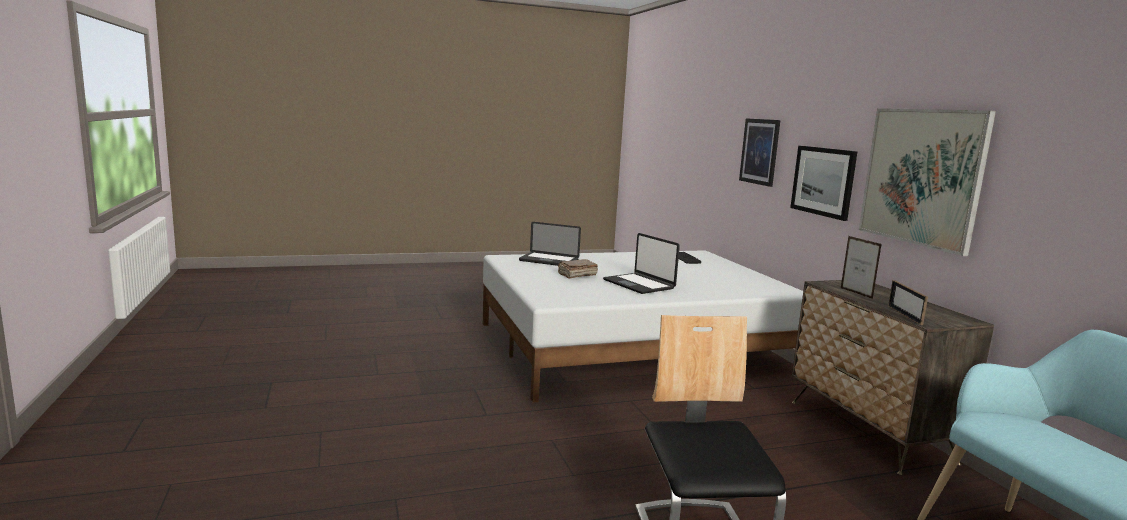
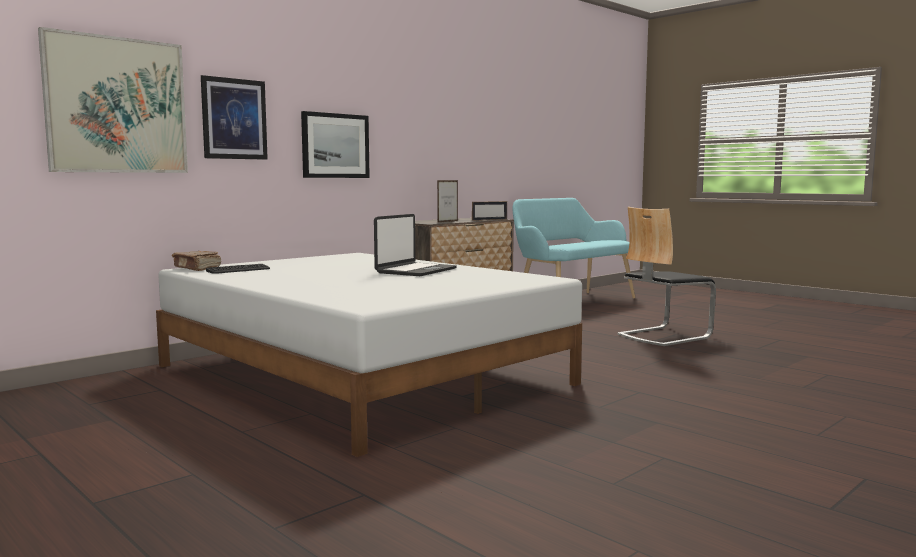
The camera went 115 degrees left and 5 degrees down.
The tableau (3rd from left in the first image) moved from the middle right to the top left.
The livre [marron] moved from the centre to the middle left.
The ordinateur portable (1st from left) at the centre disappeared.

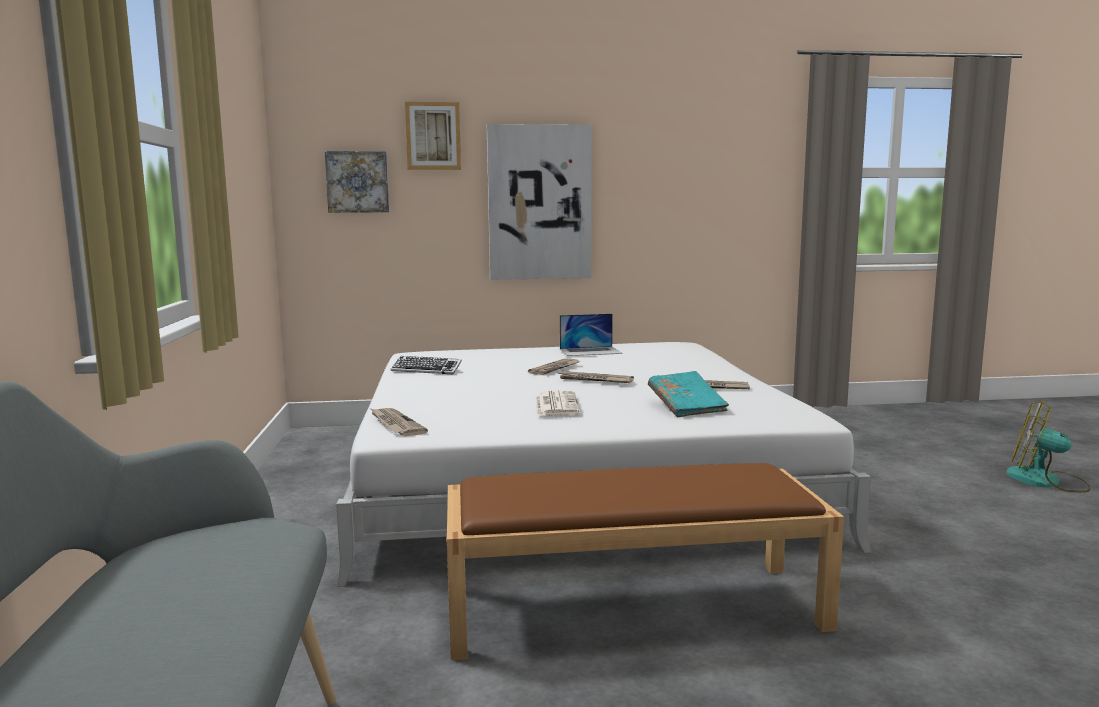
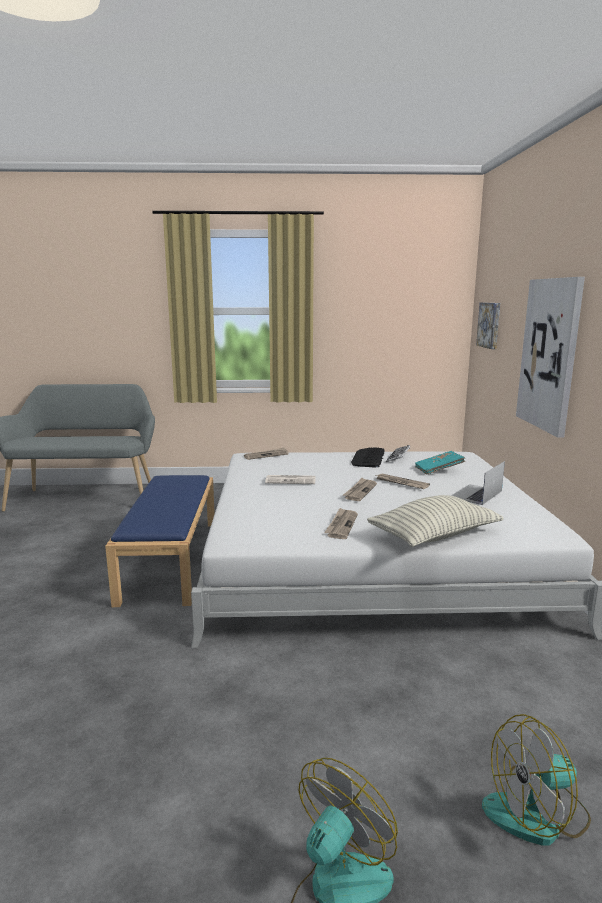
The camera went 95 degrees right and 5 degrees up.
The banc [marron] at the bottom centre became the banc [bleu] at the middle left.
The clavier (1st from left) at the centre appeared.
The coussin at the middle right appeared.
The livre [turquoise] moved from the centre to the middle right.
The ordinateur portable at the centre turned 45 degrees clockwise.
The ventilateur (2nd from left) at the bottom right appeared.
The tableau (2nd from left) at the top centre disappeared.

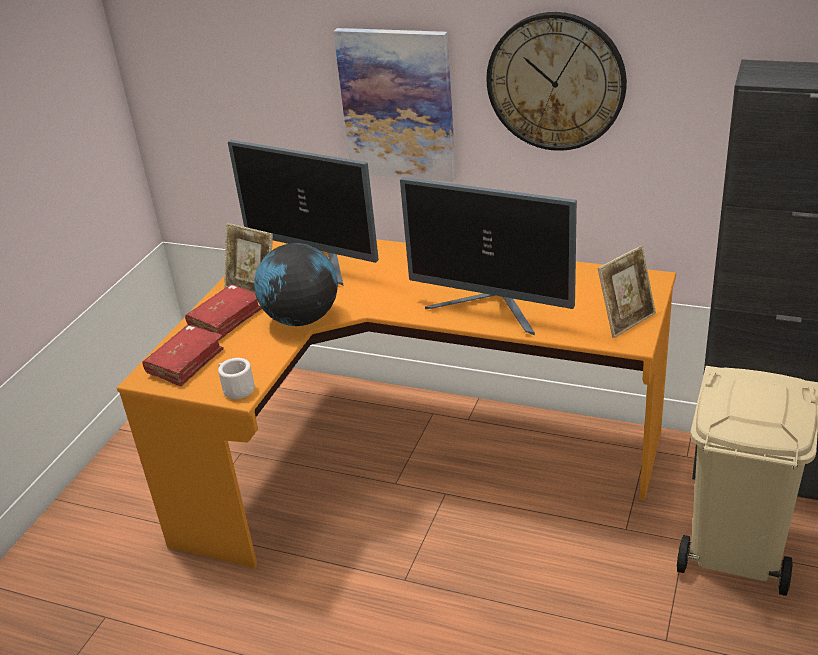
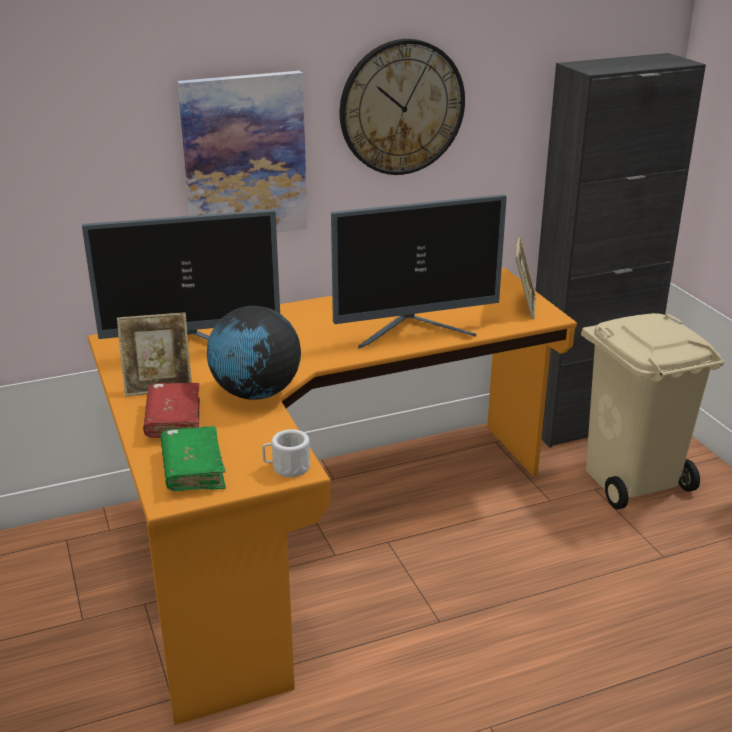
The camera went 45 degrees left and 5 degrees down.
The livre [rouge] (1st from left) at the middle left became the livre [vert] at the middle left.

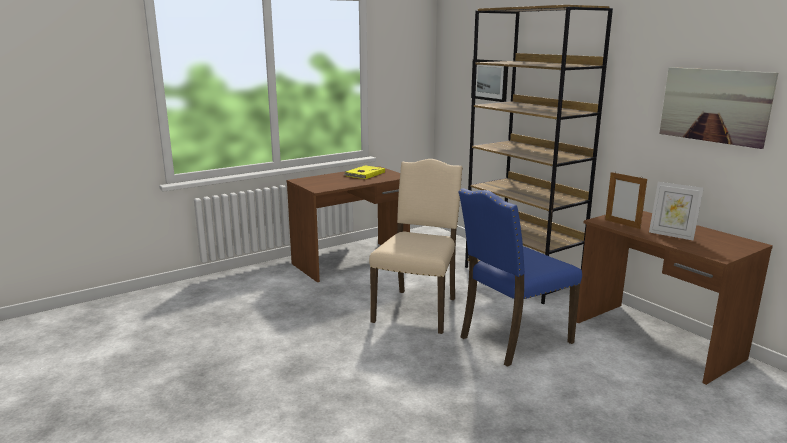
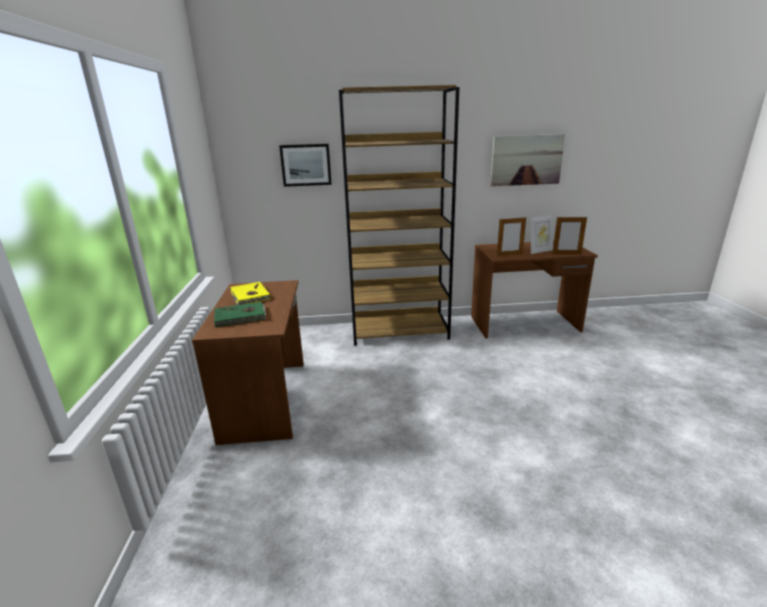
The camera went 60 degrees left and 5 degrees up.
The livre [vert] at the middle left appeared.
The cadre photo (3rd from left) at the middle right appeared.
The chaise [beige] at the centre disappeared.
The chaise [bleu] at the centre disappeared.

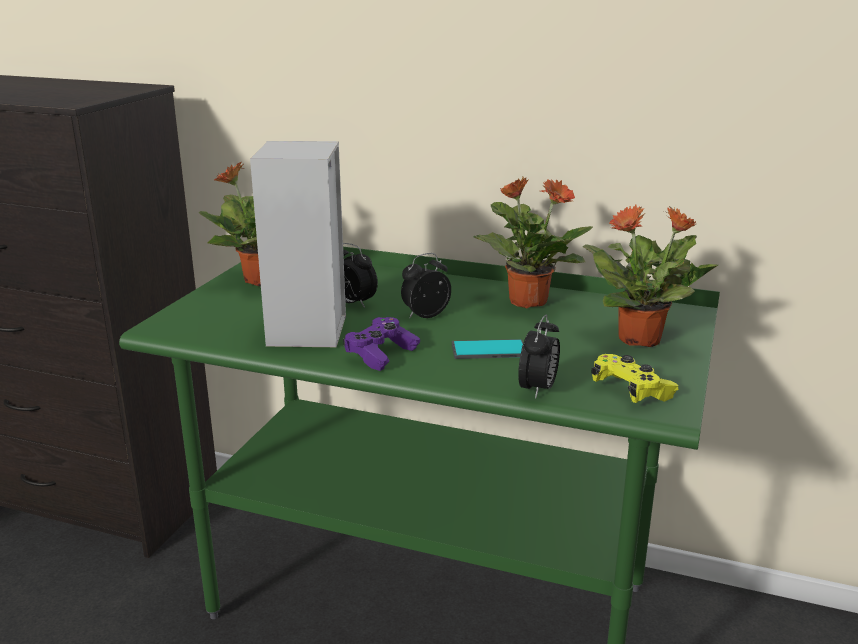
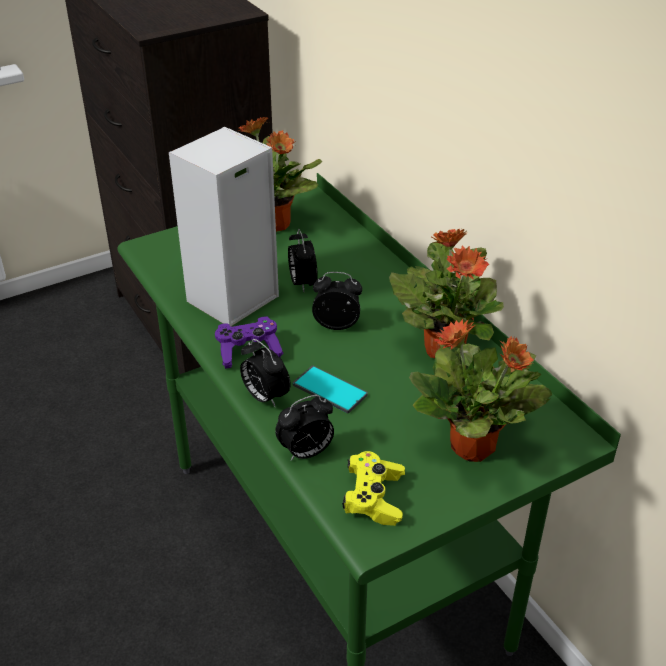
The camera went 40 degrees right and 15 degrees up.
The réveil (1st from left) at the centre appeared.

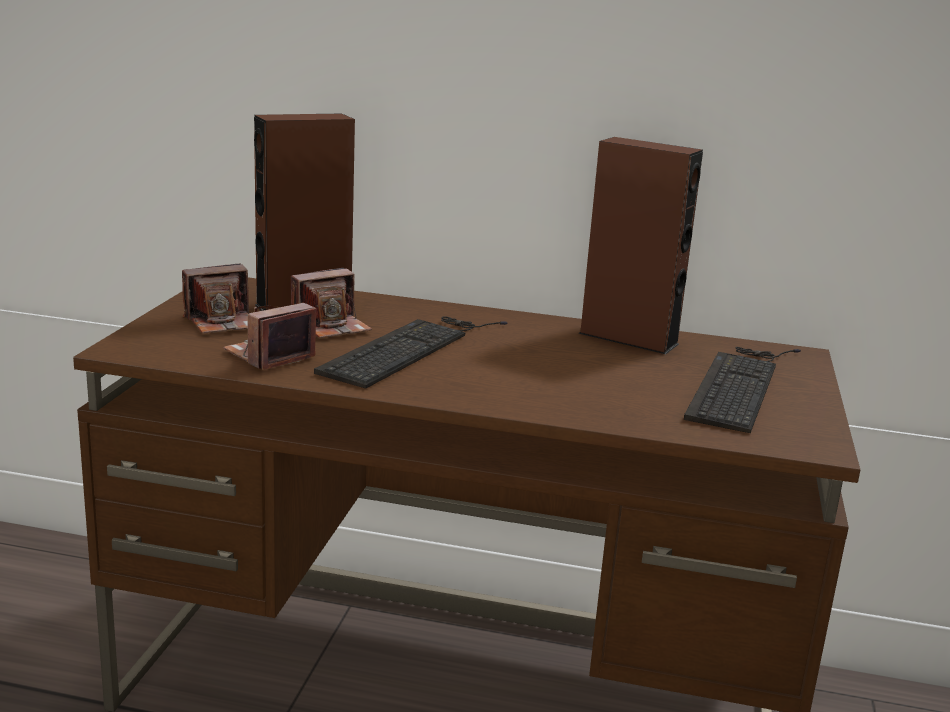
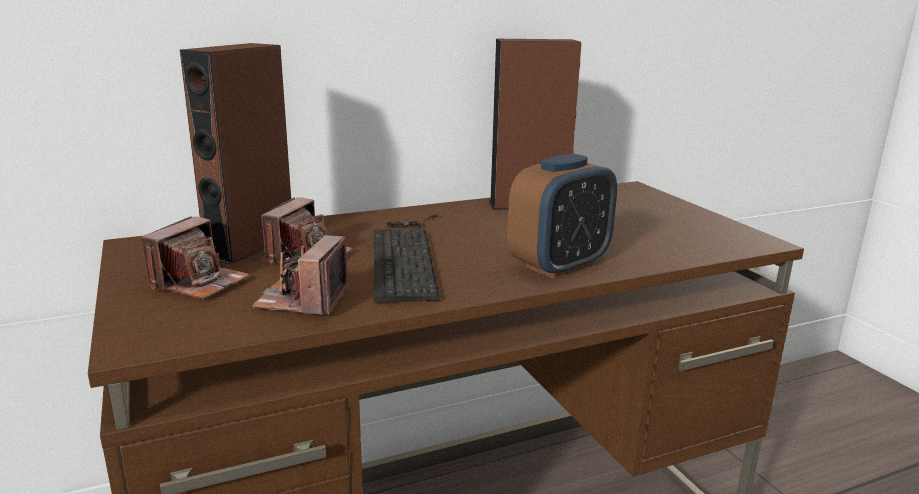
The camera went 35 degrees left and 0 degrees up.
The réveil at the centre appeared.
The clavier (2nd from left) at the middle right disappeared.

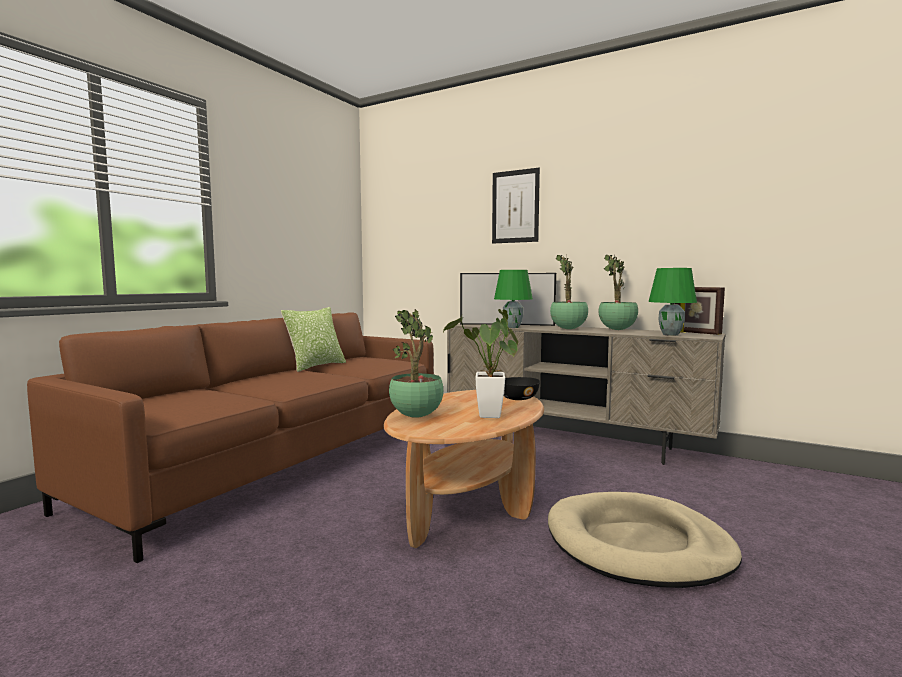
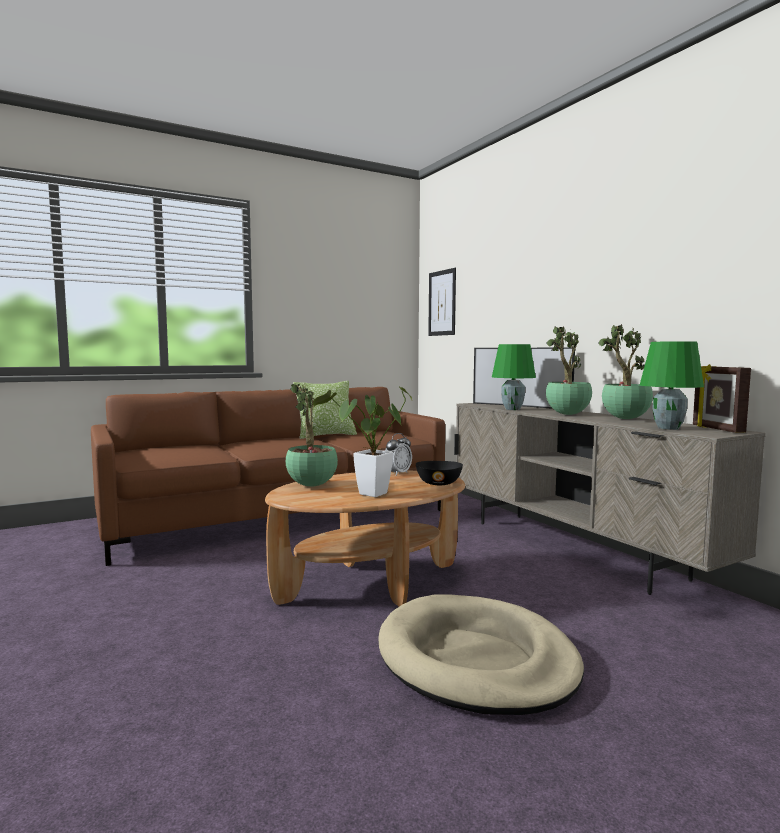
The camera went 30 degrees right and 0 degrees up.
The réveil at the centre appeared.
The tableau moved from the top centre to the centre.

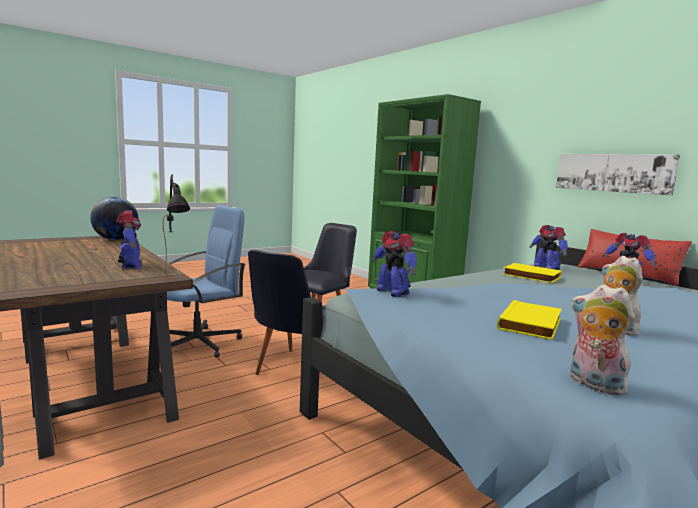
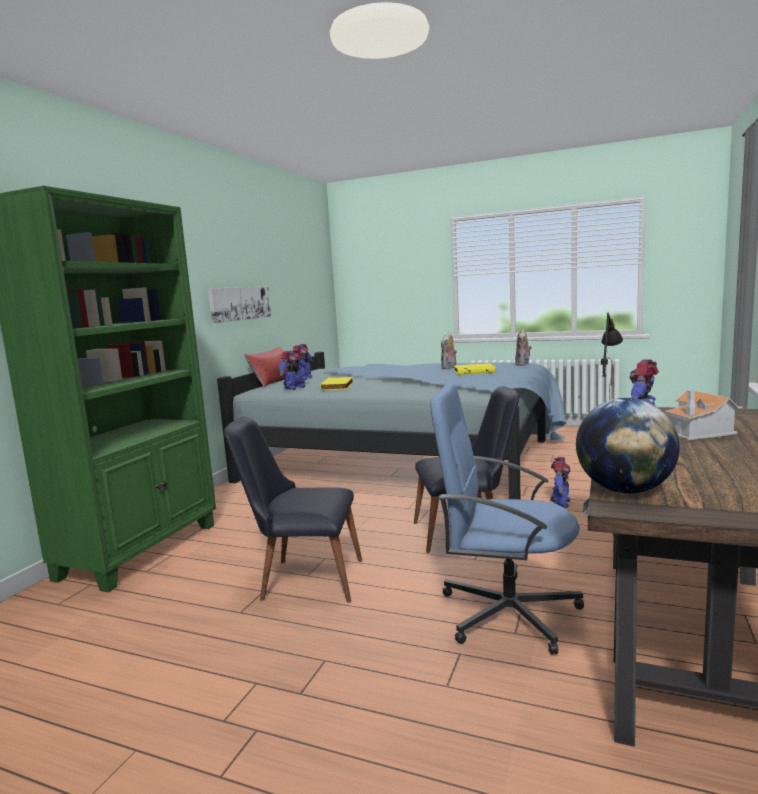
The camera went 120 degrees left and 0 degrees up.
The robot jouet (2nd from left in the first image) moved from the centre to the middle right.
The maison miniature at the middle right appeared.

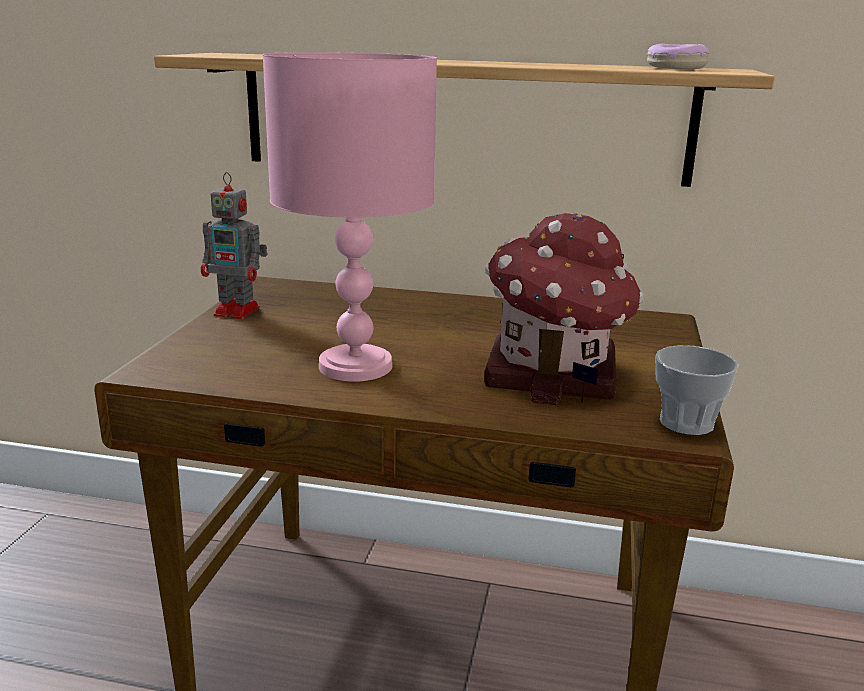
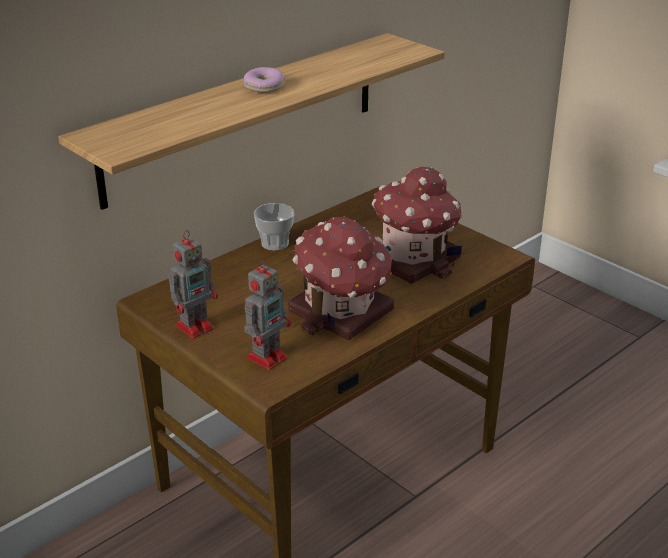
The camera went 55 degrees left and 10 degrees up.
The beignet moved from the top right to the top centre.
The robot jouet (2nd from left) at the centre appeared.
The tasse moved from the middle right to the centre.
The lampe de table [rose] at the top centre was replaced by the maison miniature (1st from left) at the centre.

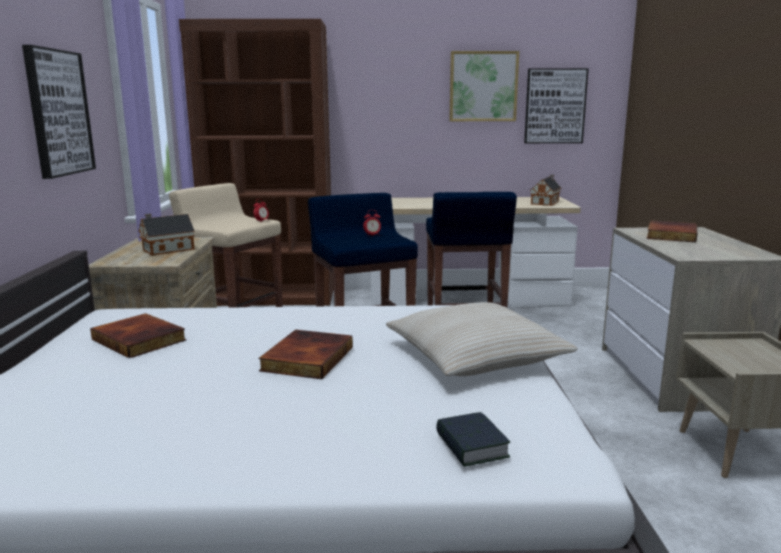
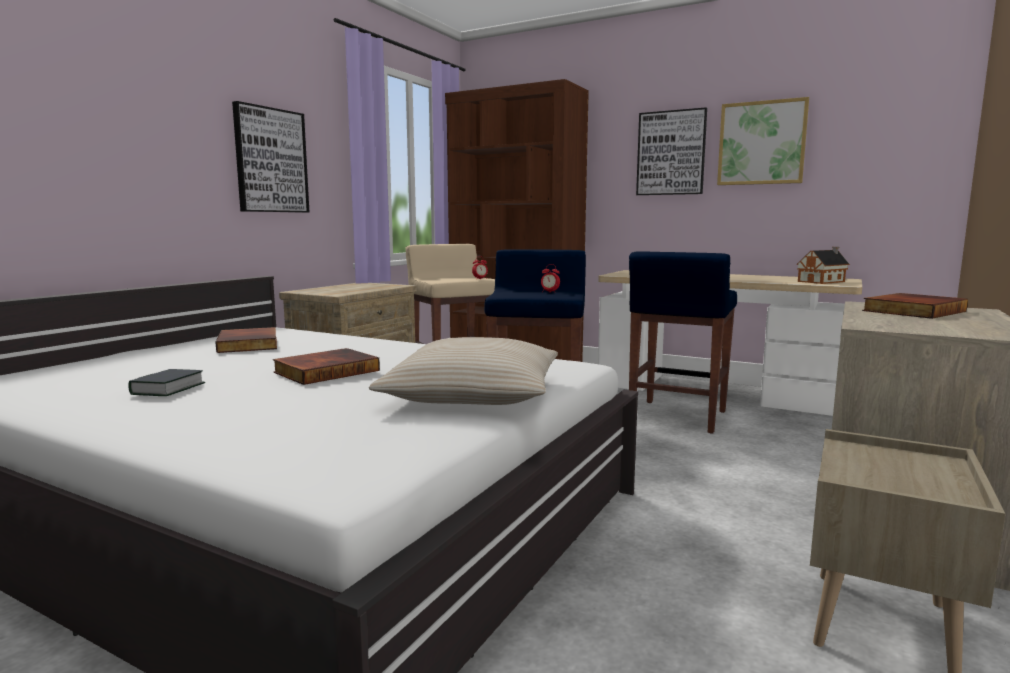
The camera went 30 degrees right and 5 degrees down.
The livre (3rd from left in the first image) moved from the bottom centre to the middle left.
The tableau (3rd from left in the first image) moved from the top right to the top centre.
The maison miniature (1st from left) at the middle left disappeared.

